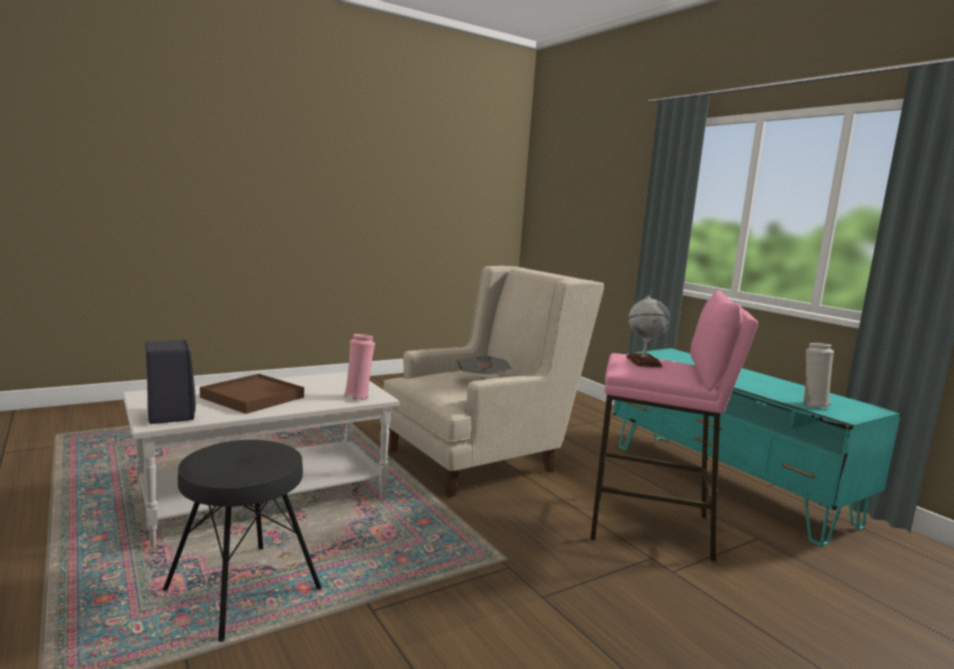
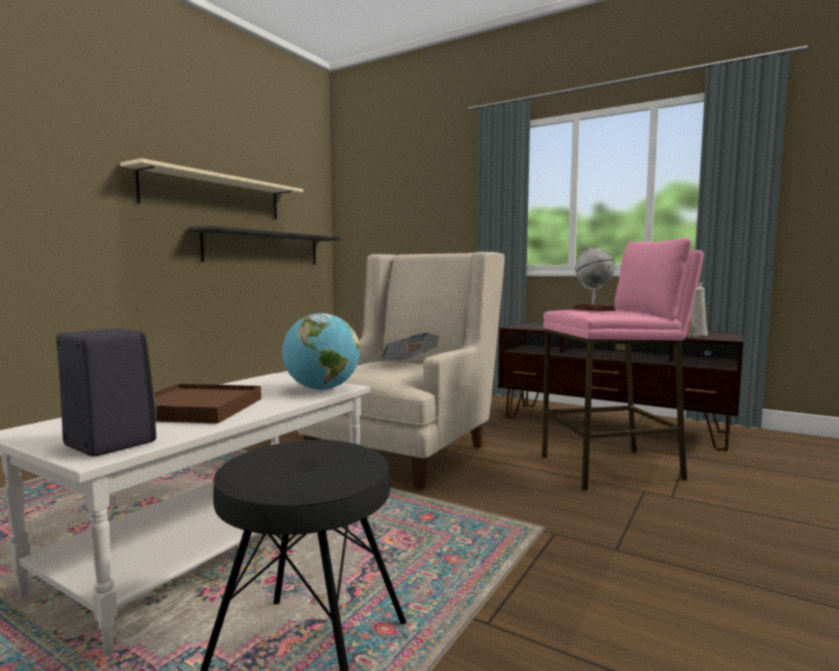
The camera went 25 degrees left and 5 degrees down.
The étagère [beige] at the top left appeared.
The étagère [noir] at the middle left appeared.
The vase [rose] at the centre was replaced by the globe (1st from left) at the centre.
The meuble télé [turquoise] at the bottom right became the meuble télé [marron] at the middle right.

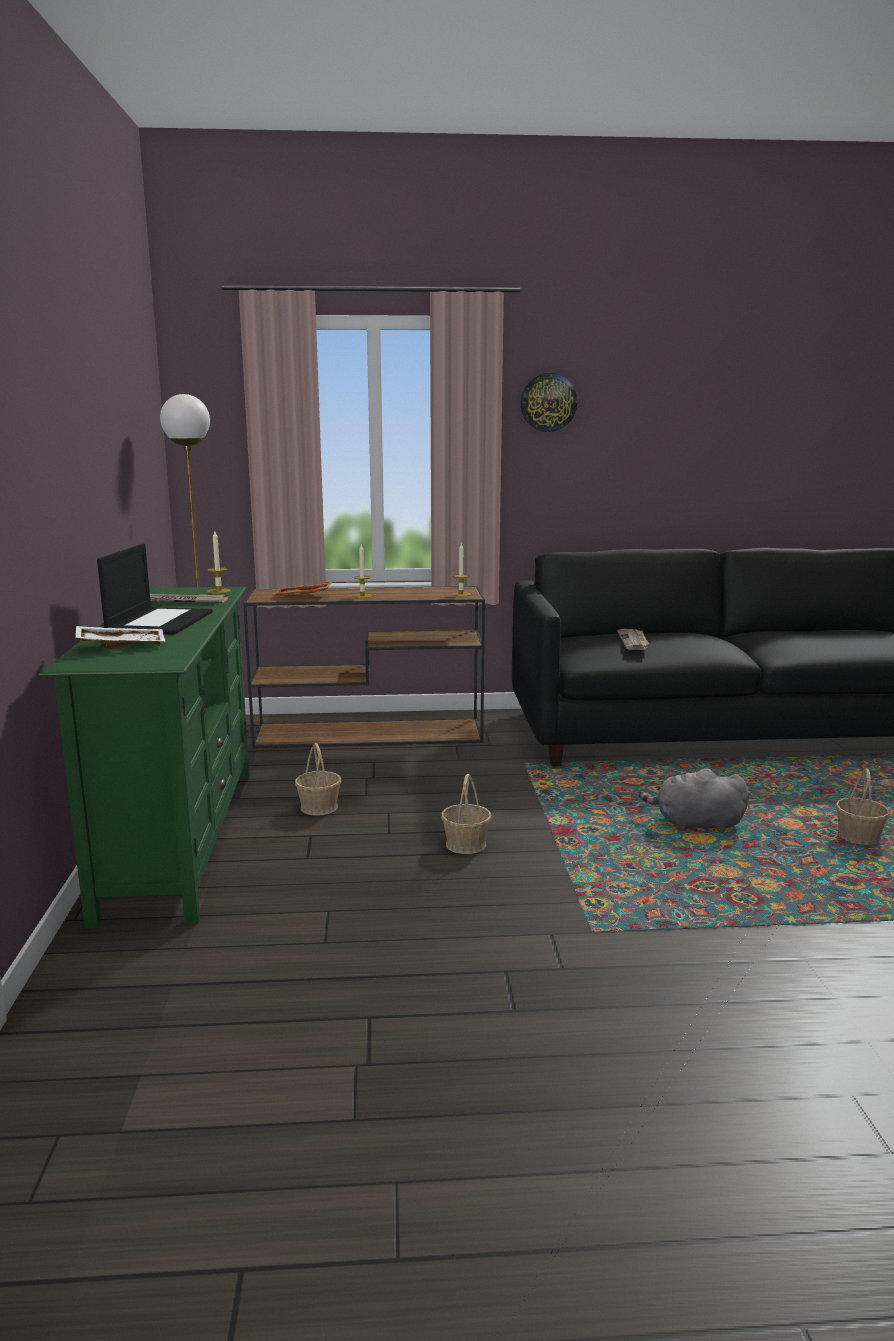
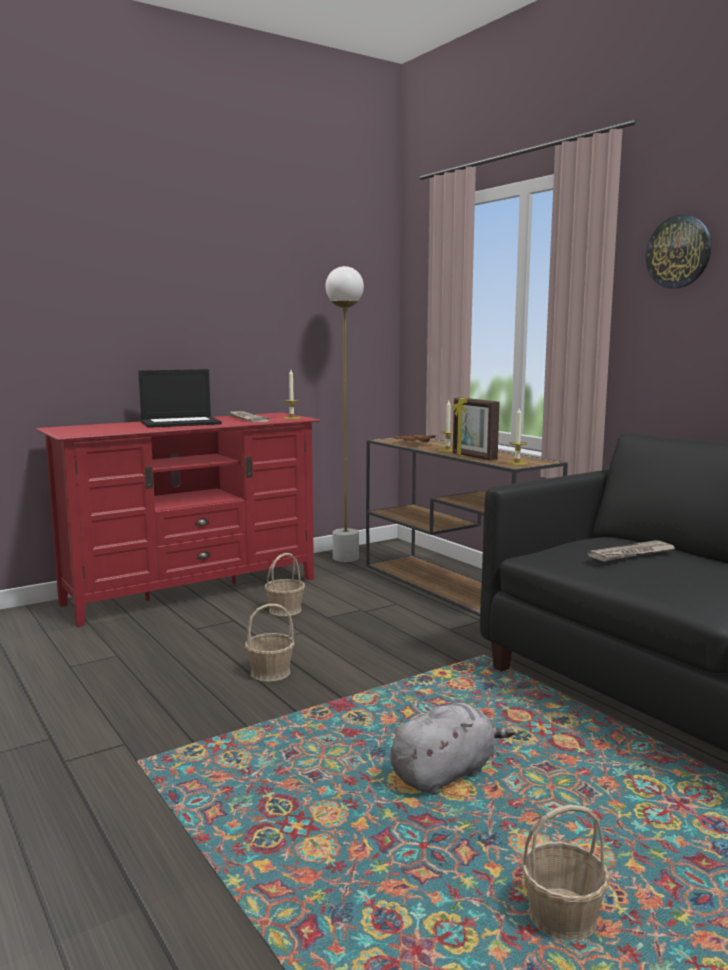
The camera went 60 degrees right and 5 degrees down.
The meuble télé [vert] at the middle left became the meuble télé [rouge] at the middle left.
The peluche [gris] at the middle right turned 75 degrees clockwise.
The cadre photo at the centre appeared.
The plateau [blanc] at the middle left disappeared.

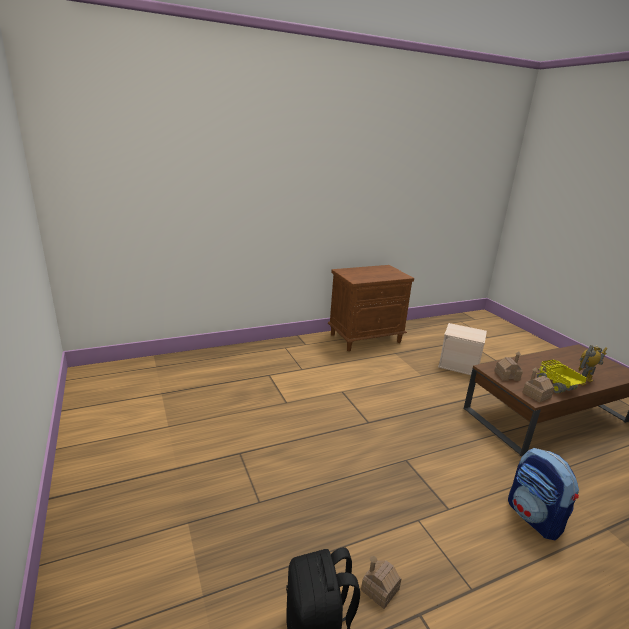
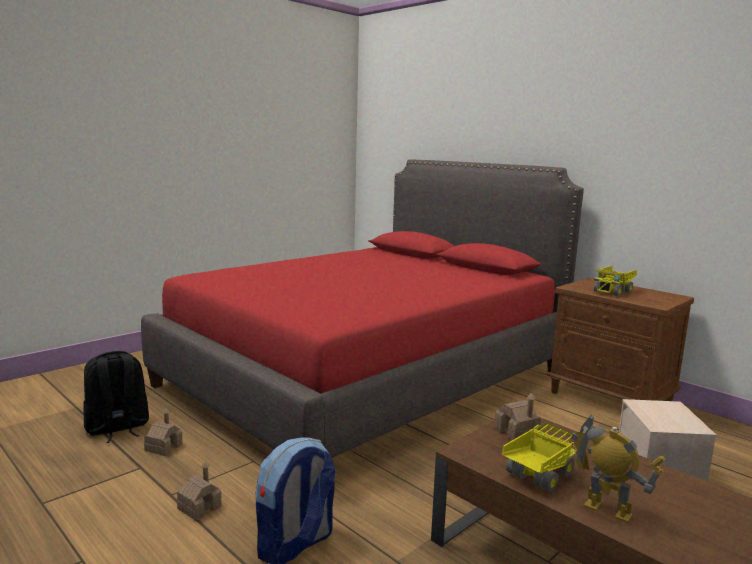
The camera went 70 degrees right and 10 degrees down.
The lit [rouge] at the centre appeared.
The maison miniature (3rd from left in the first image) moved from the middle right to the bottom left.
The camion jouet (2nd from left) at the middle right appeared.

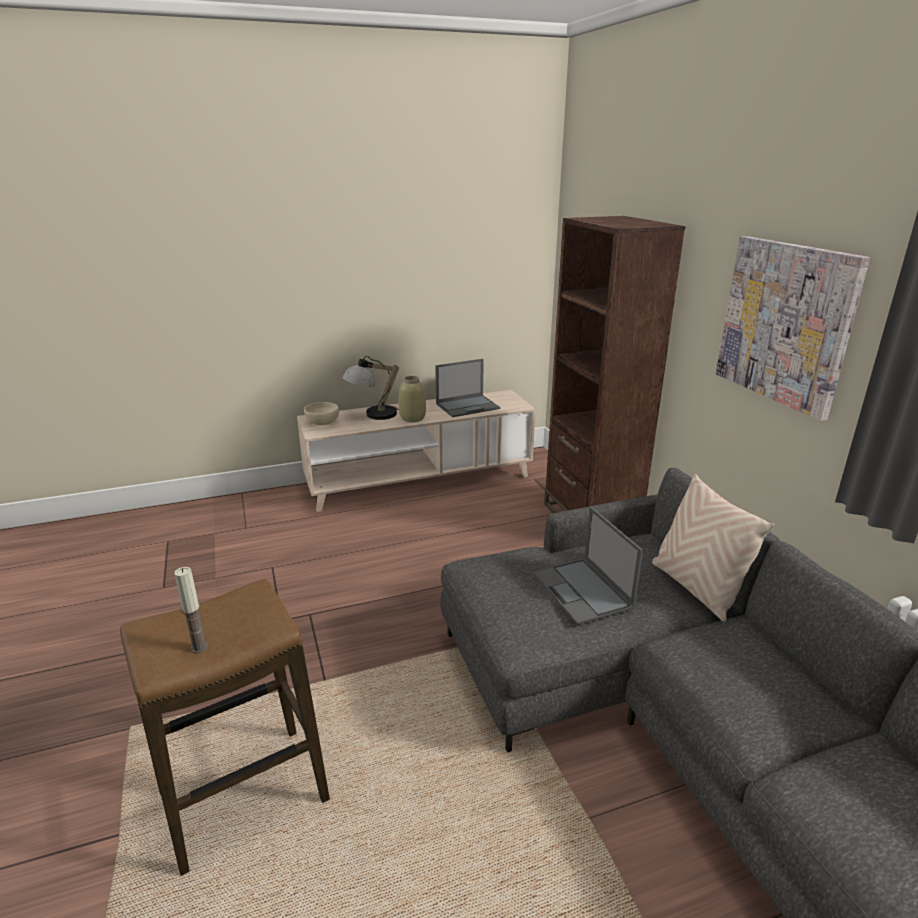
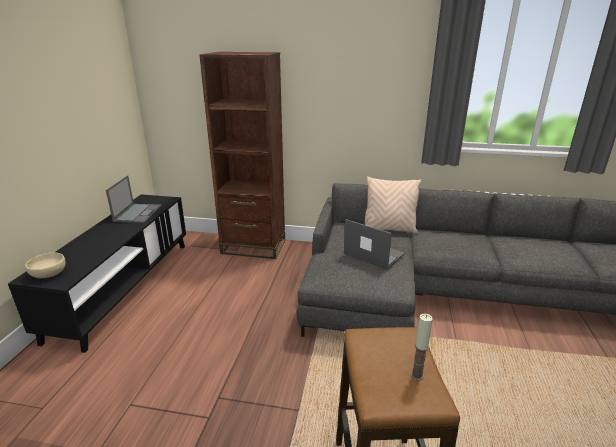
The camera went 60 degrees left and 0 degrees up.
The meuble télé [beige] at the centre became the meuble télé [noir] at the middle left.
The ordinateur portable (2nd from left) at the centre turned 150 degrees counterclockwise.
The lampe de table at the centre disappeared.
The vase [beige] at the centre disappeared.
The tableau at the middle right disappeared.

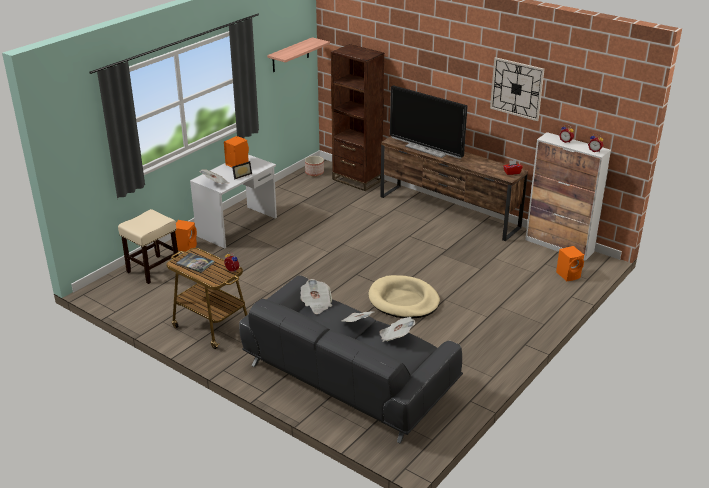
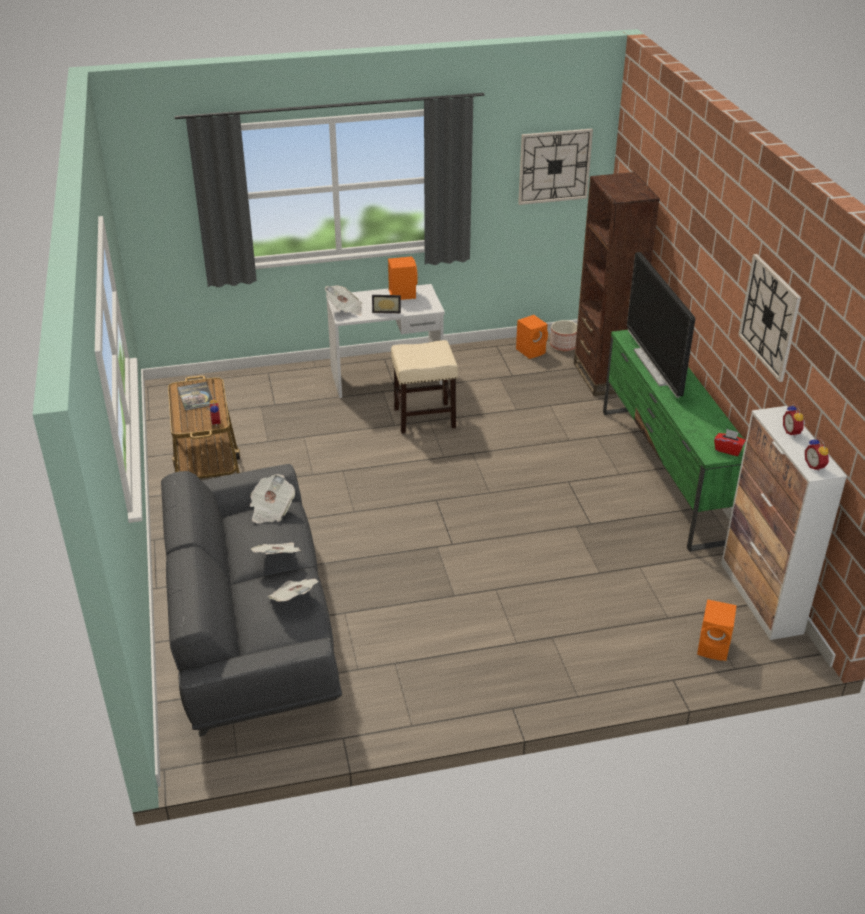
The camera went 40 degrees right and 5 degrees up.
The tabouret [beige] moved from the middle left to the centre.
The enceinte [orange] (1st from left in the first image) moved from the middle left to the centre.
The étagère at the top centre was replaced by the horloge murale (1st from left) at the top centre.
The meuble télé [marron] at the centre became the meuble télé [vert] at the middle right.
The panier pour chien [beige] at the centre disappeared.

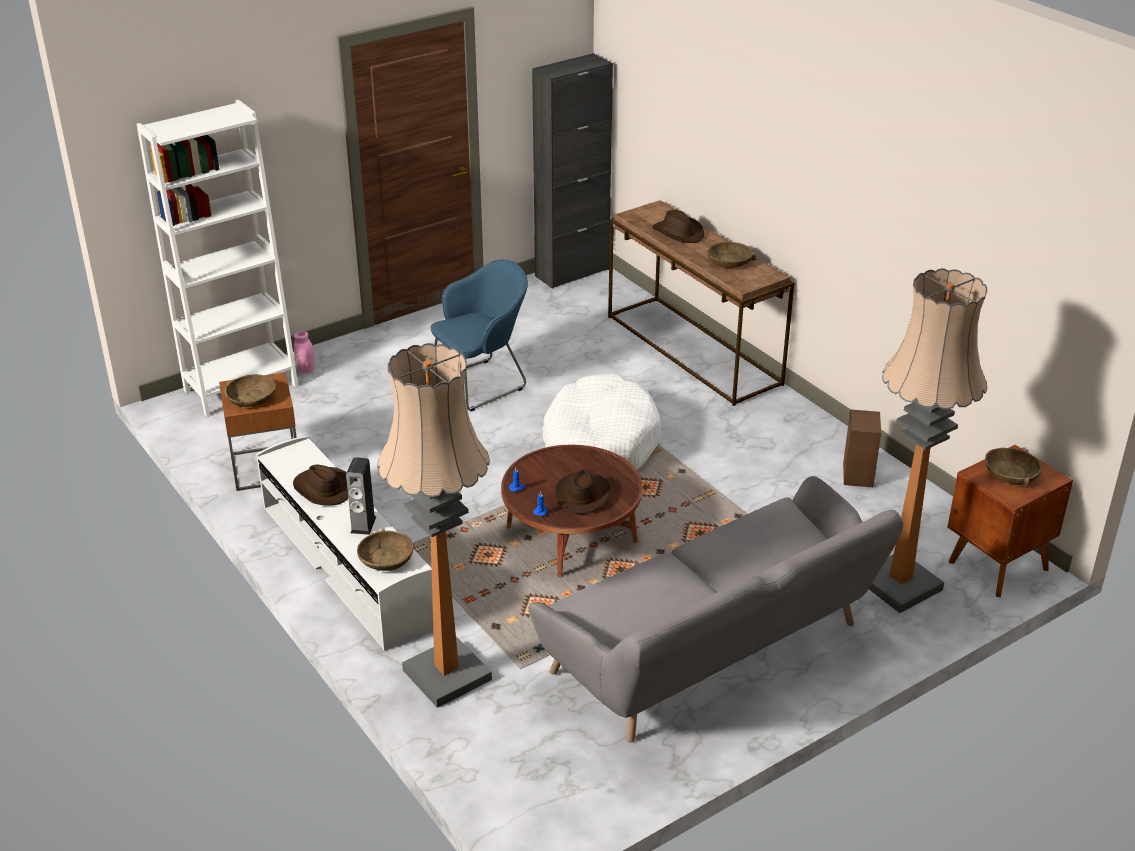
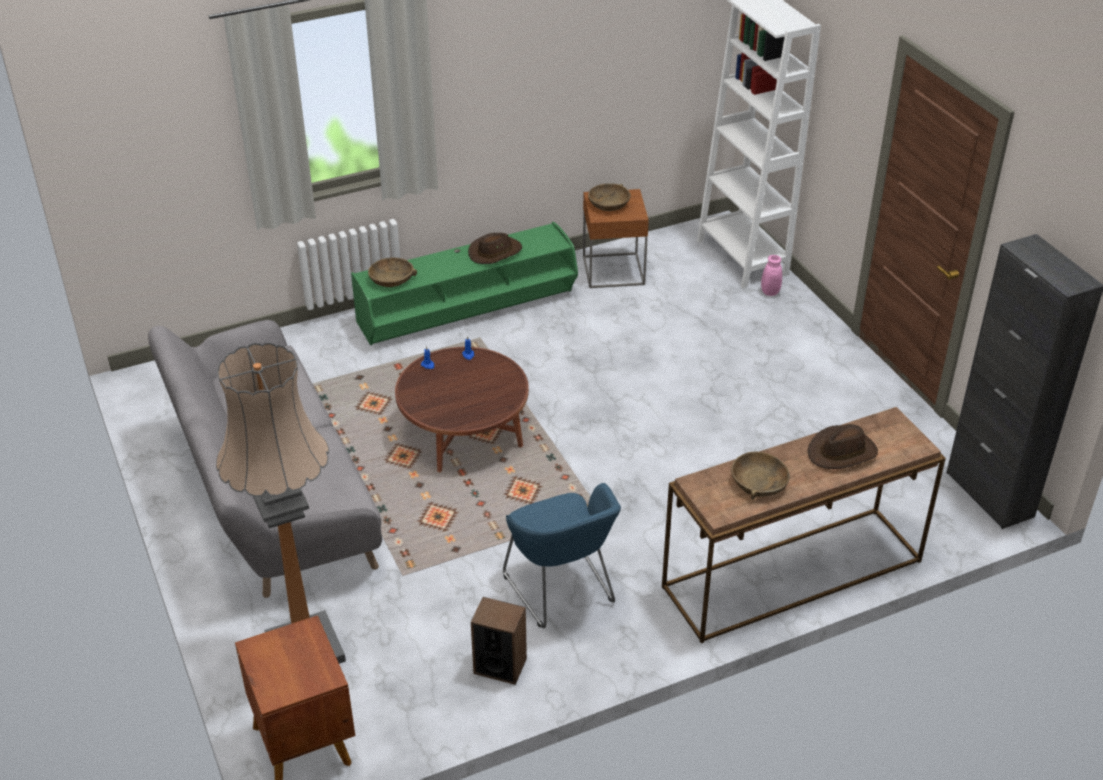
The camera went 100 degrees right and 5 degrees up.
The meuble télé [blanc] at the middle left became the meuble télé [vert] at the centre.
The fauteuil [bleu] moved from the centre to the bottom centre.
The enceinte (1st from left) at the middle left disappeared.
The lampadaire (1st from left) at the centre disappeared.
The panier pour chien [blanc] at the centre disappeared.
The chapeau [marron] (2nd from left) at the centre disappeared.
The bol [marron] (4th from left) at the middle right disappeared.

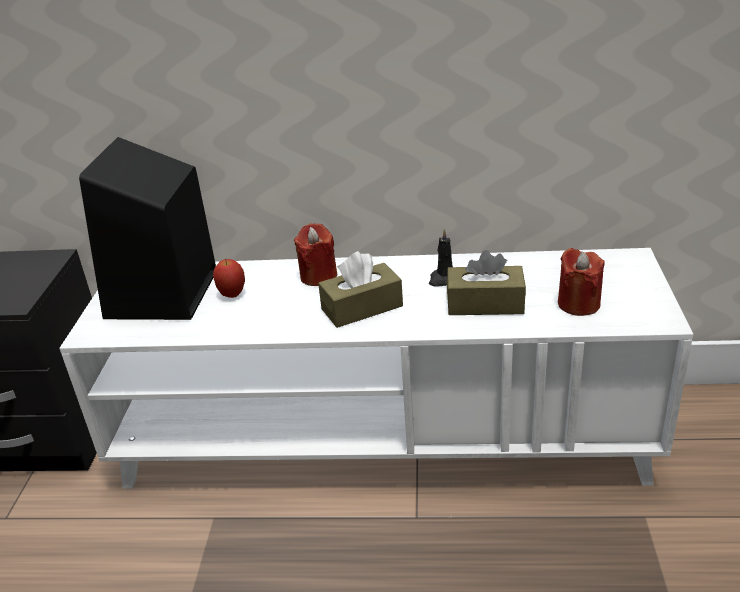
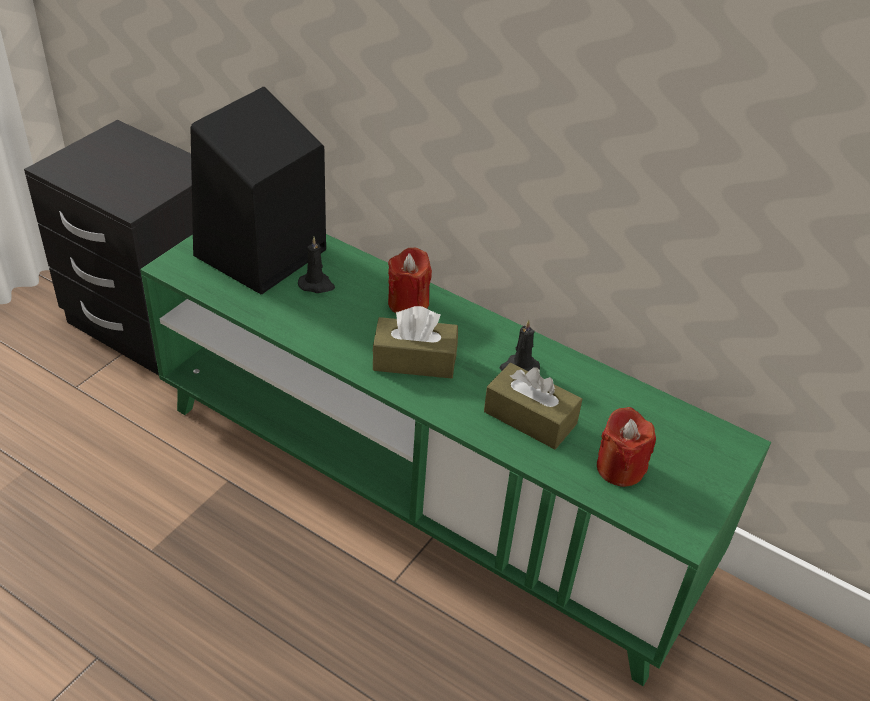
The camera went 25 degrees right and 10 degrees up.
The meuble télé [blanc] at the centre became the meuble télé [vert] at the centre.
The pomme at the middle left was replaced by the bougie [noir] (1st from left) at the centre.

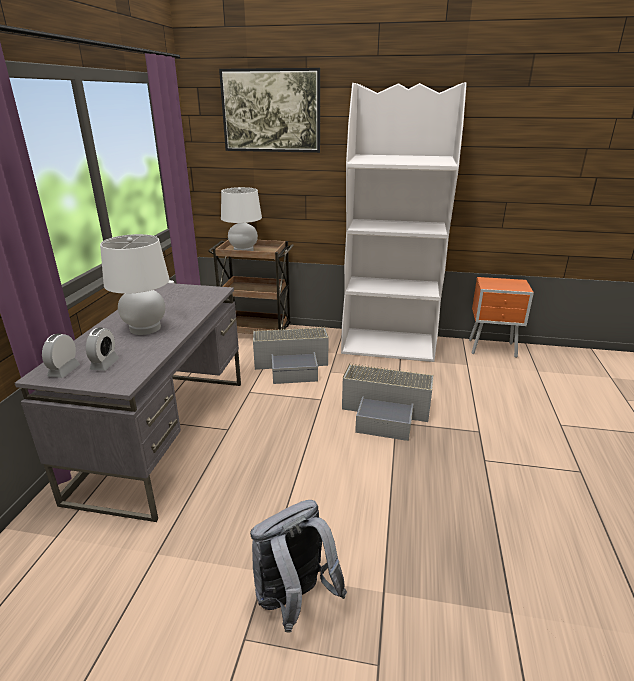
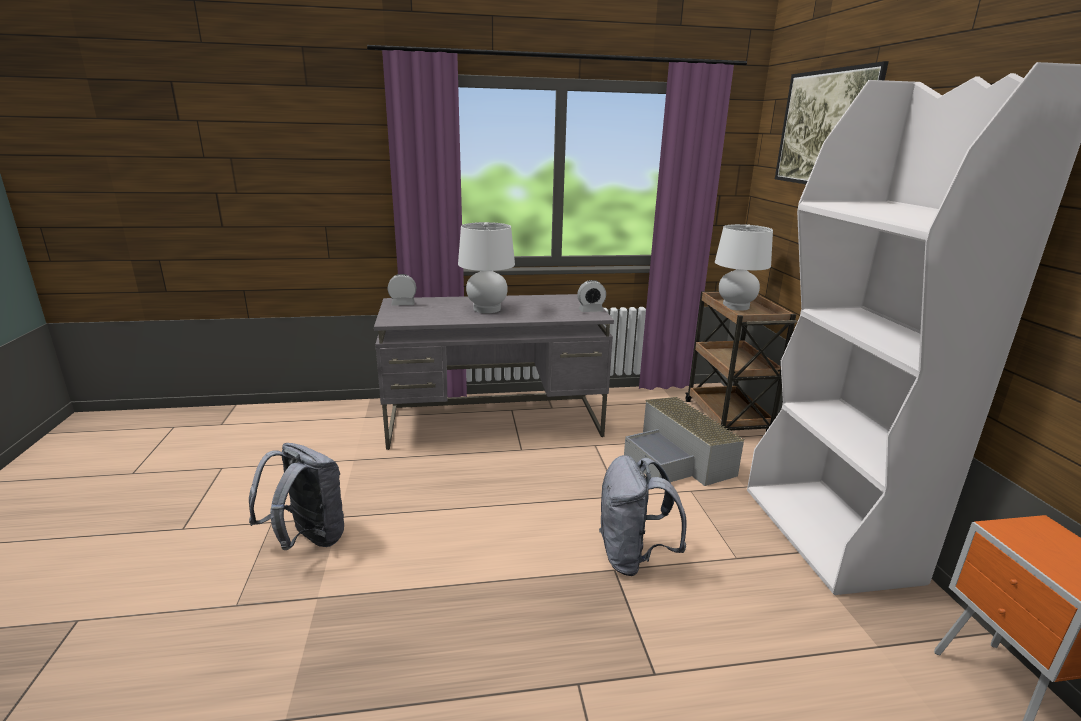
The camera went 70 degrees right and 5 degrees down.
The réveil (2nd from left) moved from the middle left to the centre.
The boîte de rangement [gris] (2nd from left) at the centre was replaced by the sac à dos [gris] (2nd from left) at the bottom centre.

